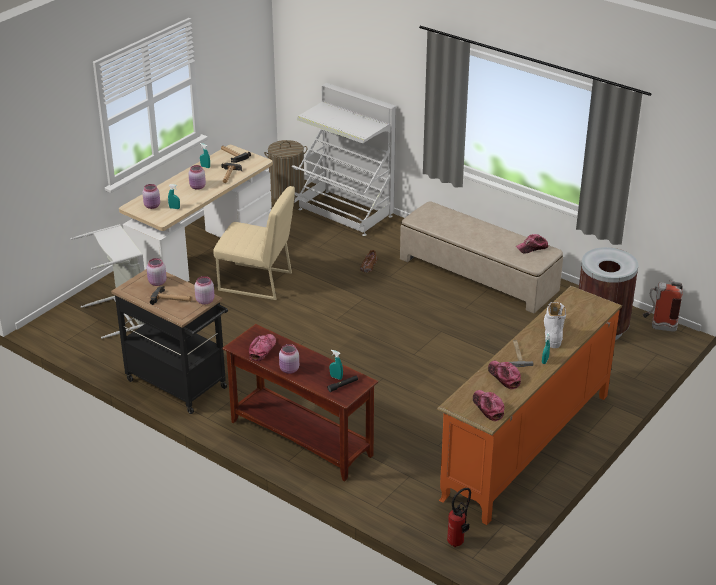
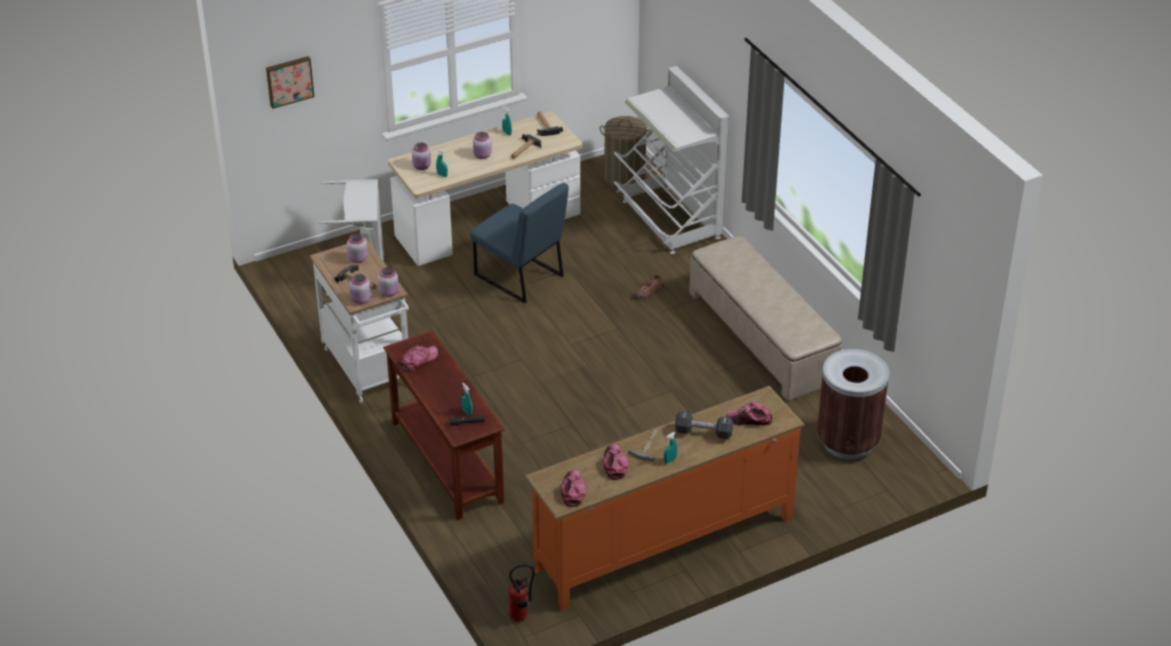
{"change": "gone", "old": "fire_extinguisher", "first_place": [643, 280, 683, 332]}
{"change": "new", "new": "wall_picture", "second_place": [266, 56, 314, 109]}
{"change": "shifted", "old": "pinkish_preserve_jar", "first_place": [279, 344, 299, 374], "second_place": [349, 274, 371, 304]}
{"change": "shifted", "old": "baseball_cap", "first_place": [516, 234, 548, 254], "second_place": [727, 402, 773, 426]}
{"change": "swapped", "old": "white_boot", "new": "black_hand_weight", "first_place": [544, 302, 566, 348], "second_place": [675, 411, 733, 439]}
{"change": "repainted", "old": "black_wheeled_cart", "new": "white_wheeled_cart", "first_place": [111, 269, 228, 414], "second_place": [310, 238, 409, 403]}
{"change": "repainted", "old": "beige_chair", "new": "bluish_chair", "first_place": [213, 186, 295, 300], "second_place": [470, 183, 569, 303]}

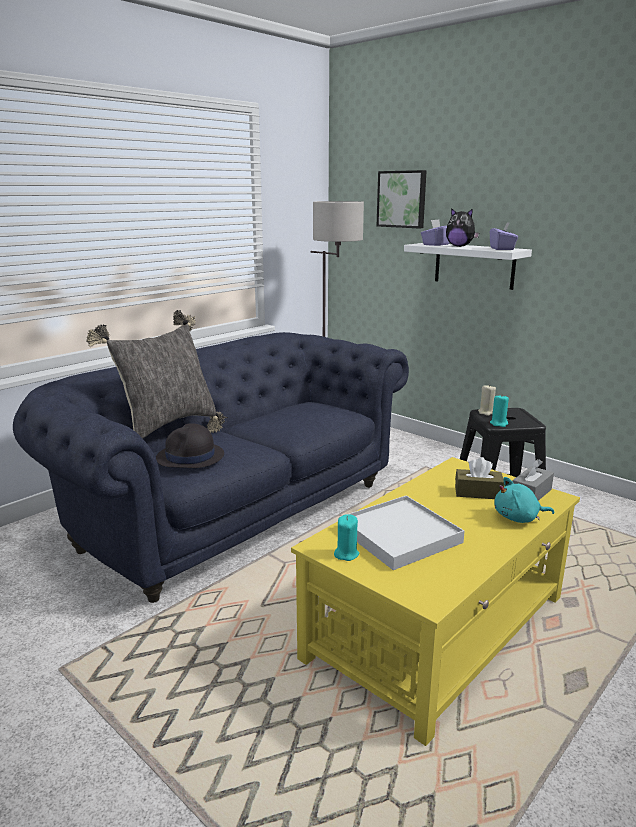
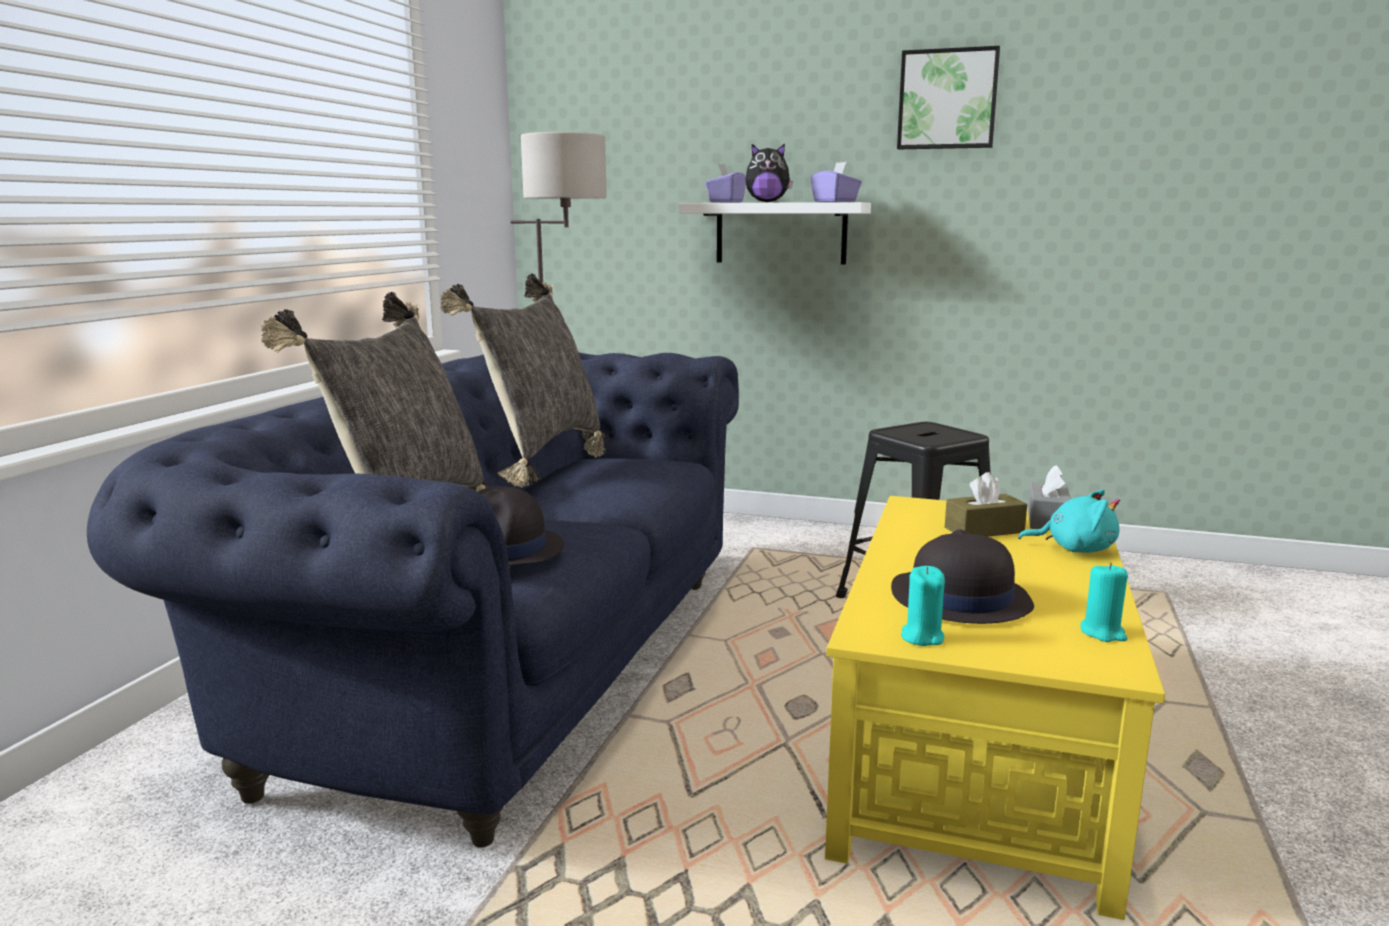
{"change": "gone", "old": "beige_wax_light", "first_place": [478, 384, 496, 416]}
{"change": "new", "new": "throw_pillow", "second_place": [440, 274, 608, 488]}
{"change": "shifted", "old": "wall_picture", "first_place": [377, 170, 427, 229], "second_place": [897, 46, 1000, 149]}
{"change": "shifted", "old": "turquoise_wax_light", "first_place": [490, 395, 509, 427], "second_place": [1080, 563, 1128, 642]}
{"change": "swapped", "old": "white_serving_tray", "new": "black_hat", "first_place": [340, 495, 465, 570], "second_place": [891, 529, 1034, 624]}
{"change": "rotated", "old": "turquoise_soft_toy", "first_place": [494, 477, 554, 523], "second_place": [1018, 490, 1120, 553], "degrees": -135}

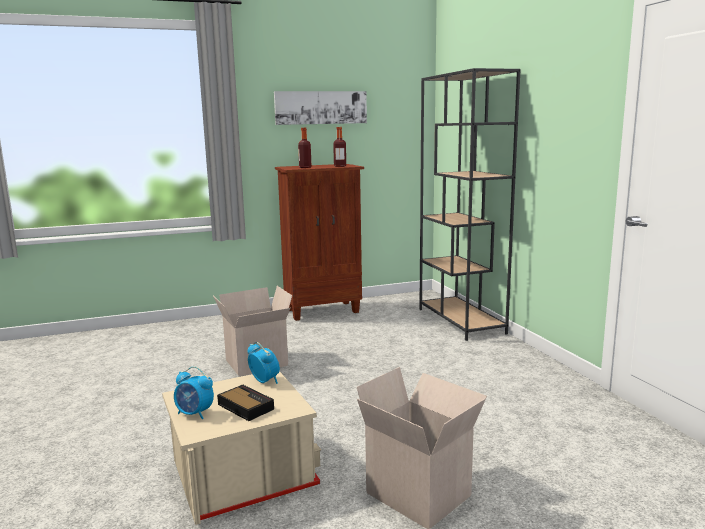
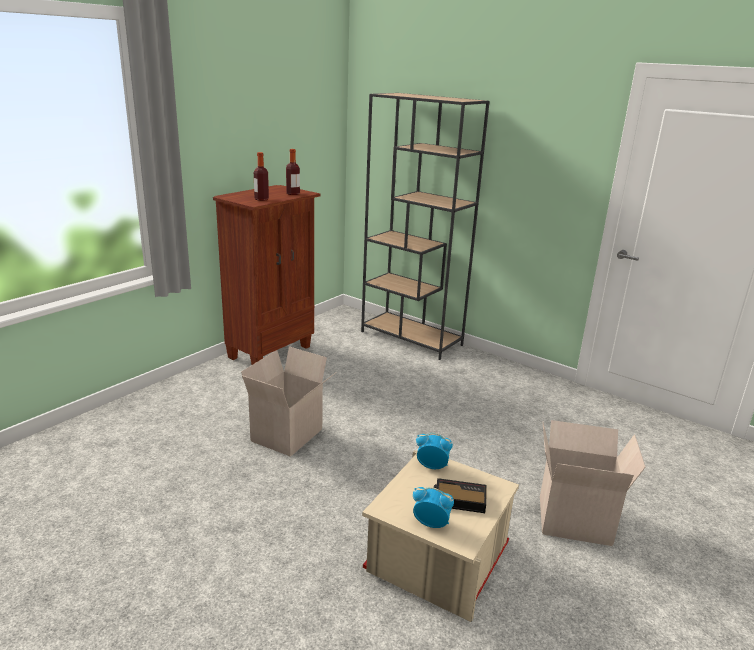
{"change": "gone", "old": "wall_picture", "first_place": [274, 91, 367, 125]}
{"change": "rotated", "old": "alarm_clock", "first_place": [174, 367, 214, 419], "second_place": [413, 487, 454, 528], "degrees": -150}

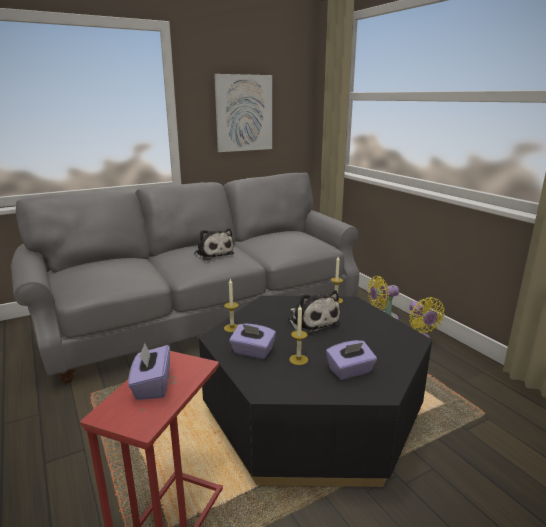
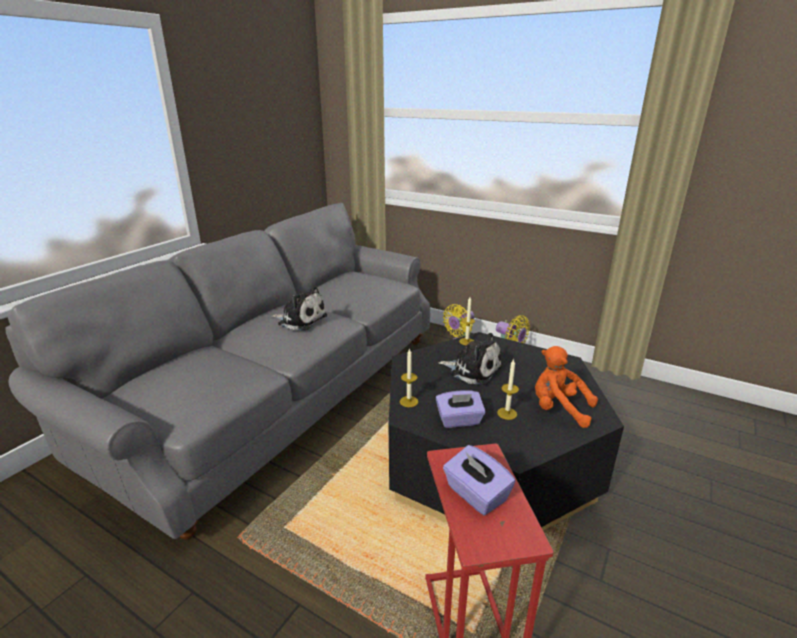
{"change": "gone", "old": "wall_picture", "first_place": [214, 74, 272, 152]}
{"change": "swapped", "old": "purple-coloured_tissue_box", "new": "orange-coloured_soft_toy", "first_place": [326, 340, 377, 380], "second_place": [535, 346, 598, 428]}

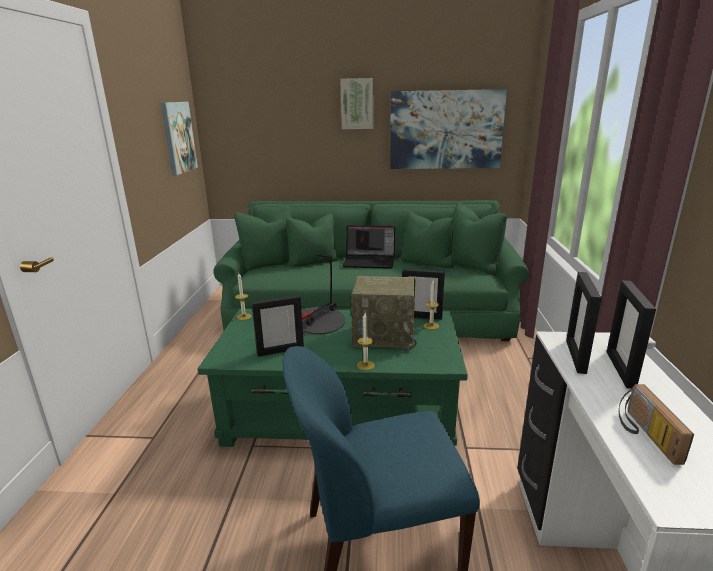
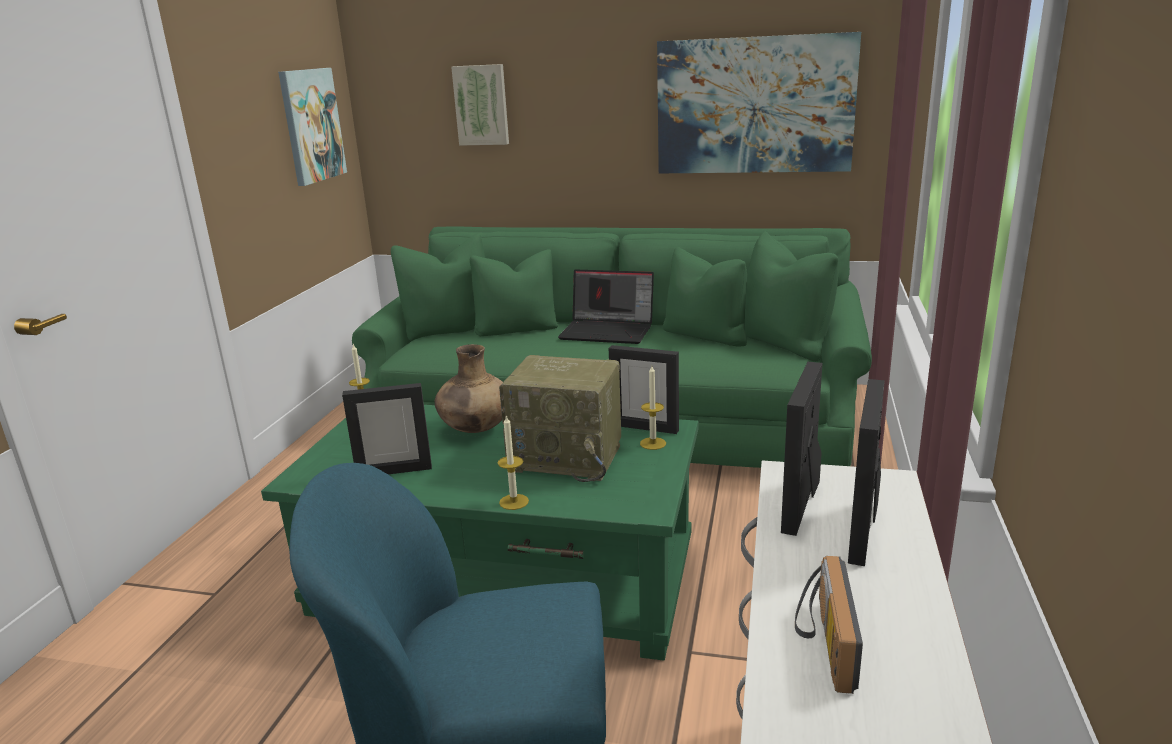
{"change": "shifted", "old": "wall_picture", "first_place": [340, 78, 373, 129], "second_place": [451, 64, 509, 146]}
{"change": "swapped", "old": "table_lamp", "new": "brownish_vase", "first_place": [301, 254, 345, 334], "second_place": [434, 344, 504, 433]}

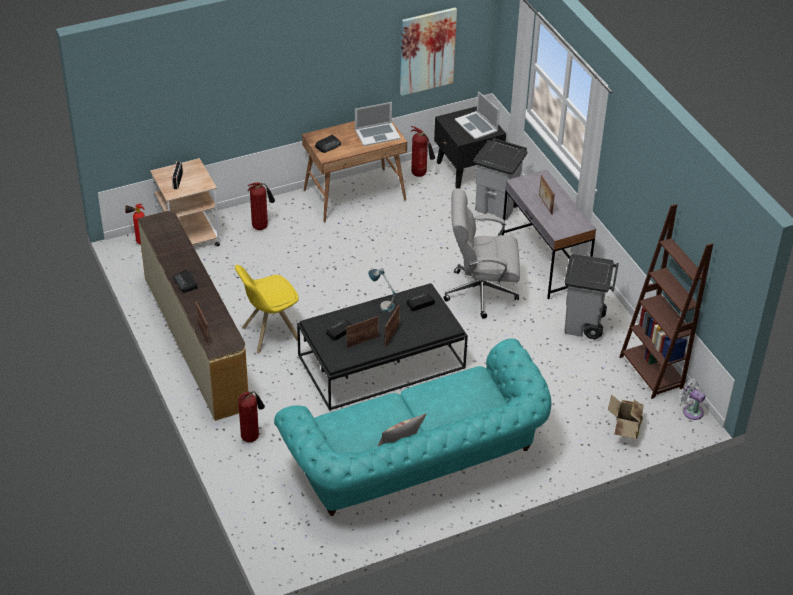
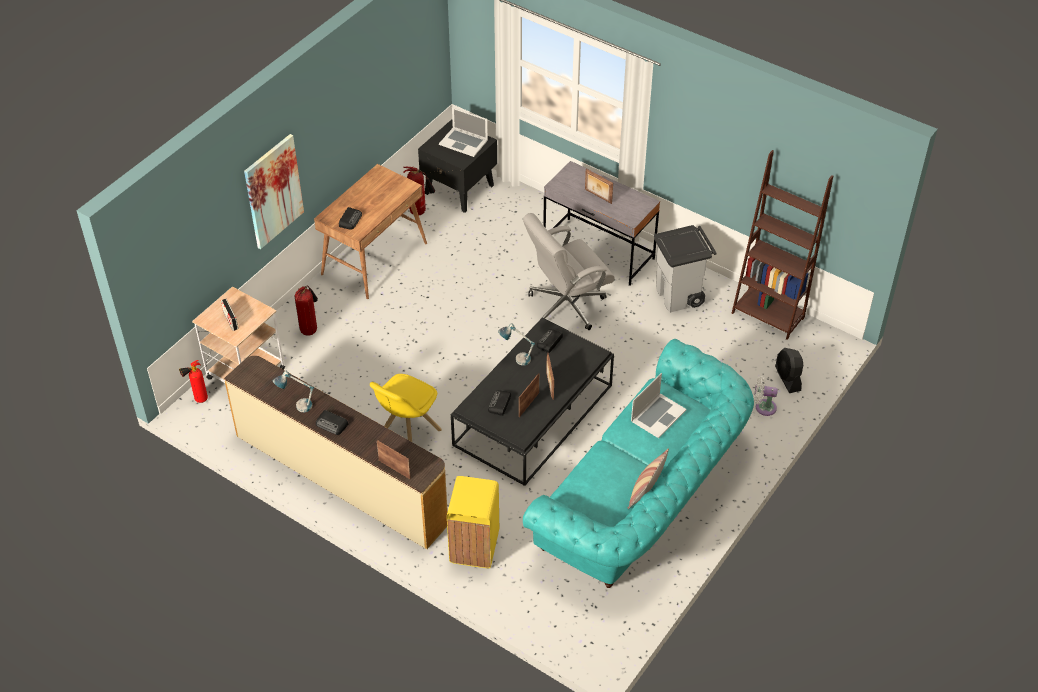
{"change": "gone", "old": "grey_trash_can", "first_place": [473, 138, 527, 220]}
{"change": "new", "new": "table_lamp", "second_place": [273, 371, 314, 412]}
{"change": "shifted", "old": "laptop", "first_place": [355, 102, 401, 146], "second_place": [631, 373, 686, 438]}
{"change": "shifted", "old": "wall_picture", "first_place": [400, 7, 457, 96], "second_place": [244, 134, 304, 249]}
{"change": "shifted", "old": "white_fan", "first_place": [679, 378, 706, 420], "second_place": [754, 376, 778, 416]}
{"change": "swapped", "old": "fire_extinguisher", "new": "yellow-coloured_trash_can", "first_place": [238, 391, 265, 442], "second_place": [447, 476, 499, 568]}
{"change": "swapped", "old": "cardboard_box", "new": "black_fan", "first_place": [608, 394, 644, 439], "second_place": [775, 348, 803, 393]}

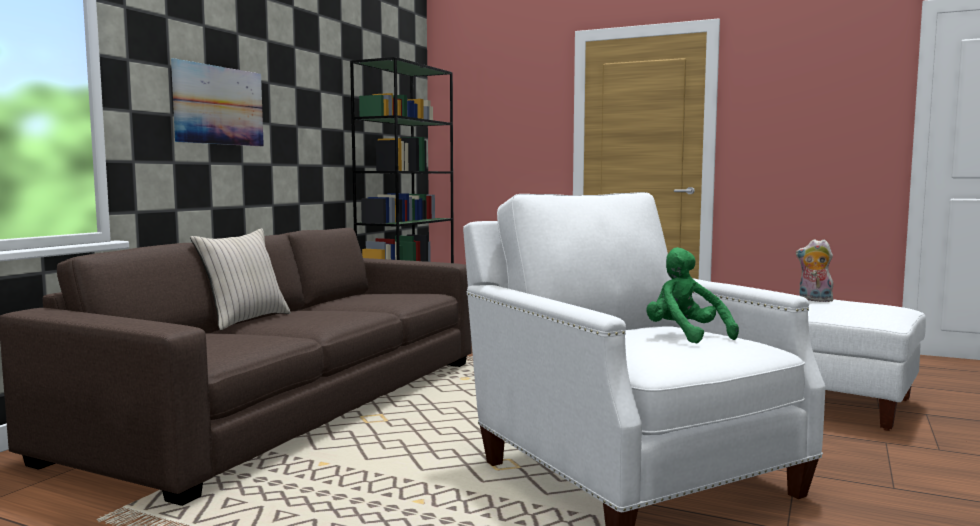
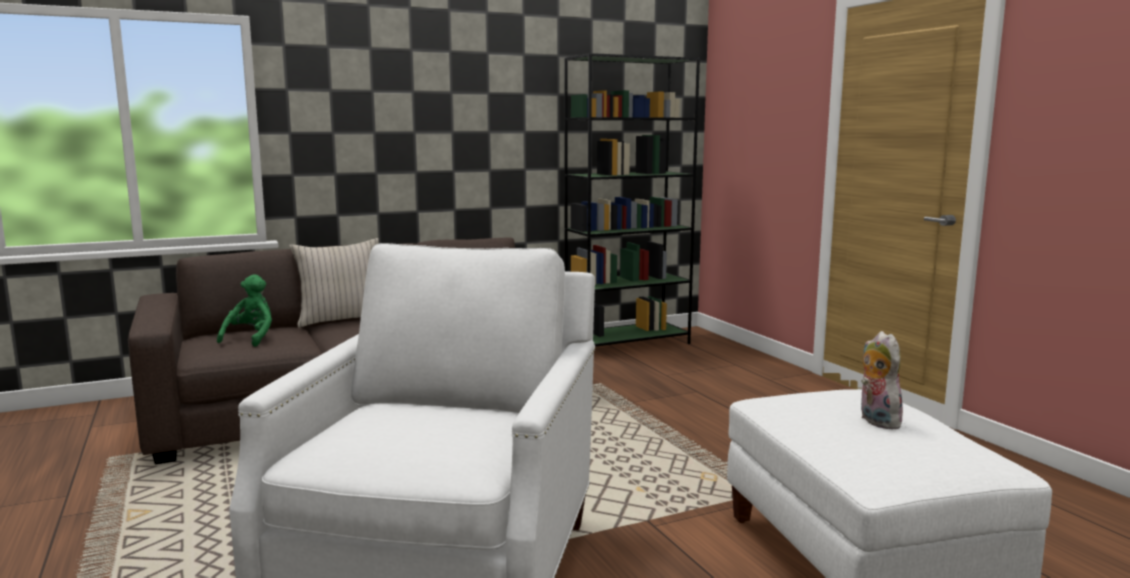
{"change": "gone", "old": "wall_picture", "first_place": [171, 58, 264, 146]}
{"change": "shifted", "old": "green-coloured_soft_toy", "first_place": [647, 247, 739, 344], "second_place": [217, 274, 272, 347]}

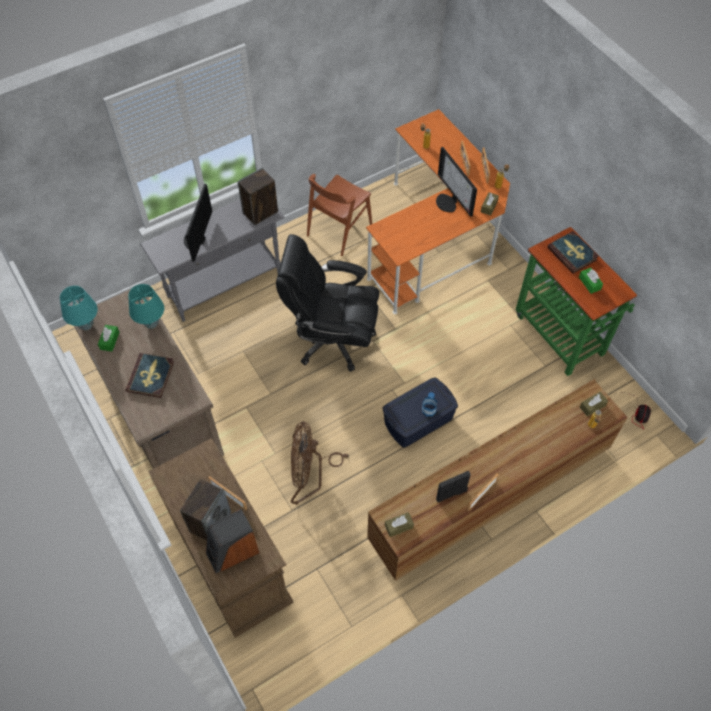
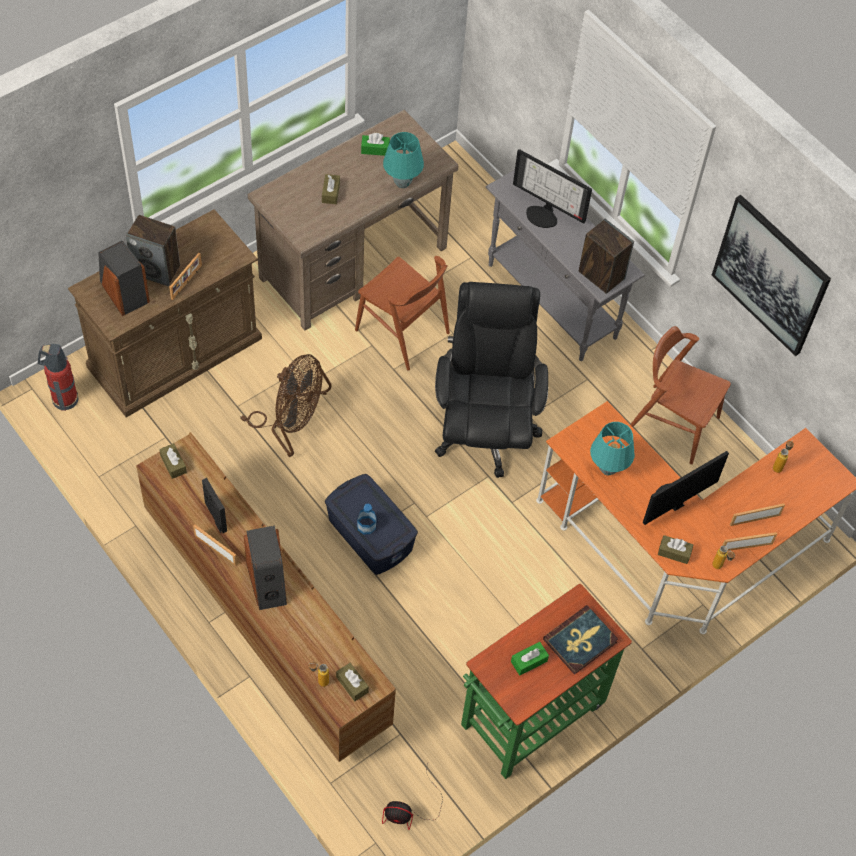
{"change": "new", "new": "fire_extinguisher", "second_place": [38, 344, 79, 411]}
{"change": "new", "new": "audio_speaker", "second_place": [244, 525, 287, 610]}
{"change": "new", "new": "brownish_chair", "second_place": [355, 256, 450, 370]}
{"change": "new", "new": "wall_picture", "second_place": [712, 195, 831, 356]}
{"change": "shifted", "old": "turquoise_table_lamp", "first_place": [60, 286, 98, 330], "second_place": [590, 422, 635, 475]}
{"change": "swapped", "old": "bound_book", "new": "brownish_tissue_box", "first_place": [125, 353, 174, 398], "second_place": [322, 174, 340, 204]}
{"change": "rotated", "old": "computer_screen", "first_place": [184, 184, 212, 262], "second_place": [513, 149, 592, 228], "degrees": -150}
{"change": "rotated", "old": "brownish_fan", "first_place": [291, 421, 348, 505], "second_place": [240, 354, 332, 457], "degrees": 120}

